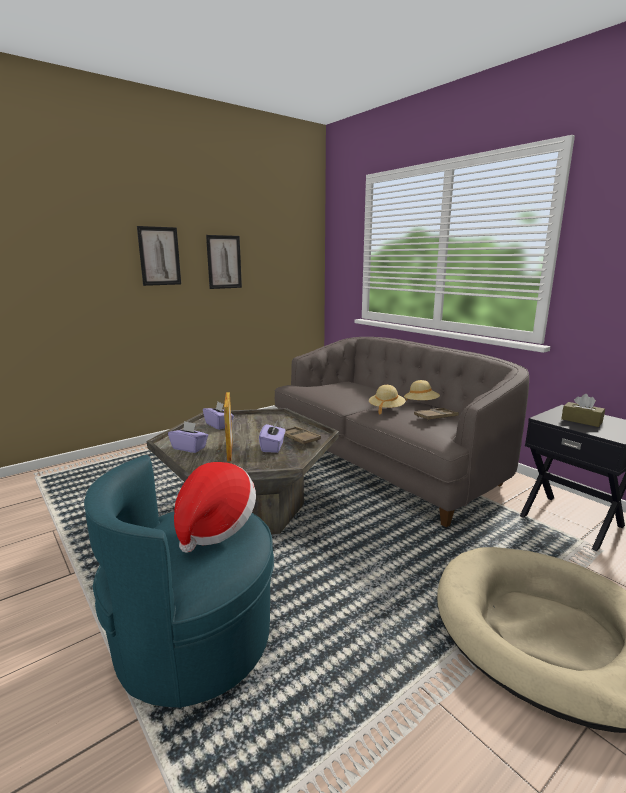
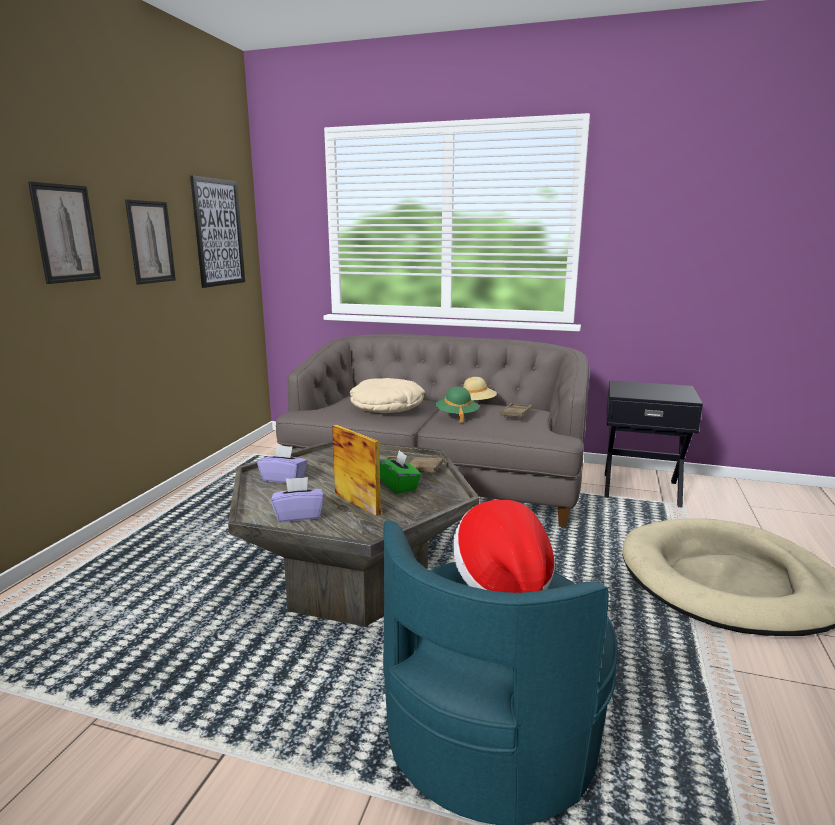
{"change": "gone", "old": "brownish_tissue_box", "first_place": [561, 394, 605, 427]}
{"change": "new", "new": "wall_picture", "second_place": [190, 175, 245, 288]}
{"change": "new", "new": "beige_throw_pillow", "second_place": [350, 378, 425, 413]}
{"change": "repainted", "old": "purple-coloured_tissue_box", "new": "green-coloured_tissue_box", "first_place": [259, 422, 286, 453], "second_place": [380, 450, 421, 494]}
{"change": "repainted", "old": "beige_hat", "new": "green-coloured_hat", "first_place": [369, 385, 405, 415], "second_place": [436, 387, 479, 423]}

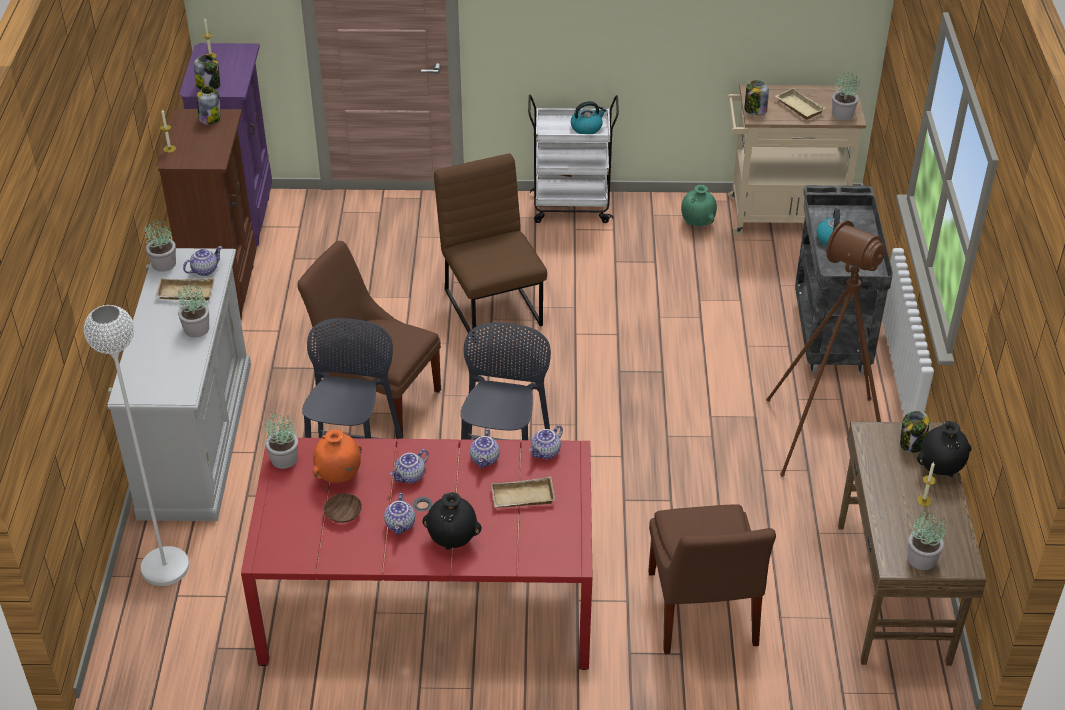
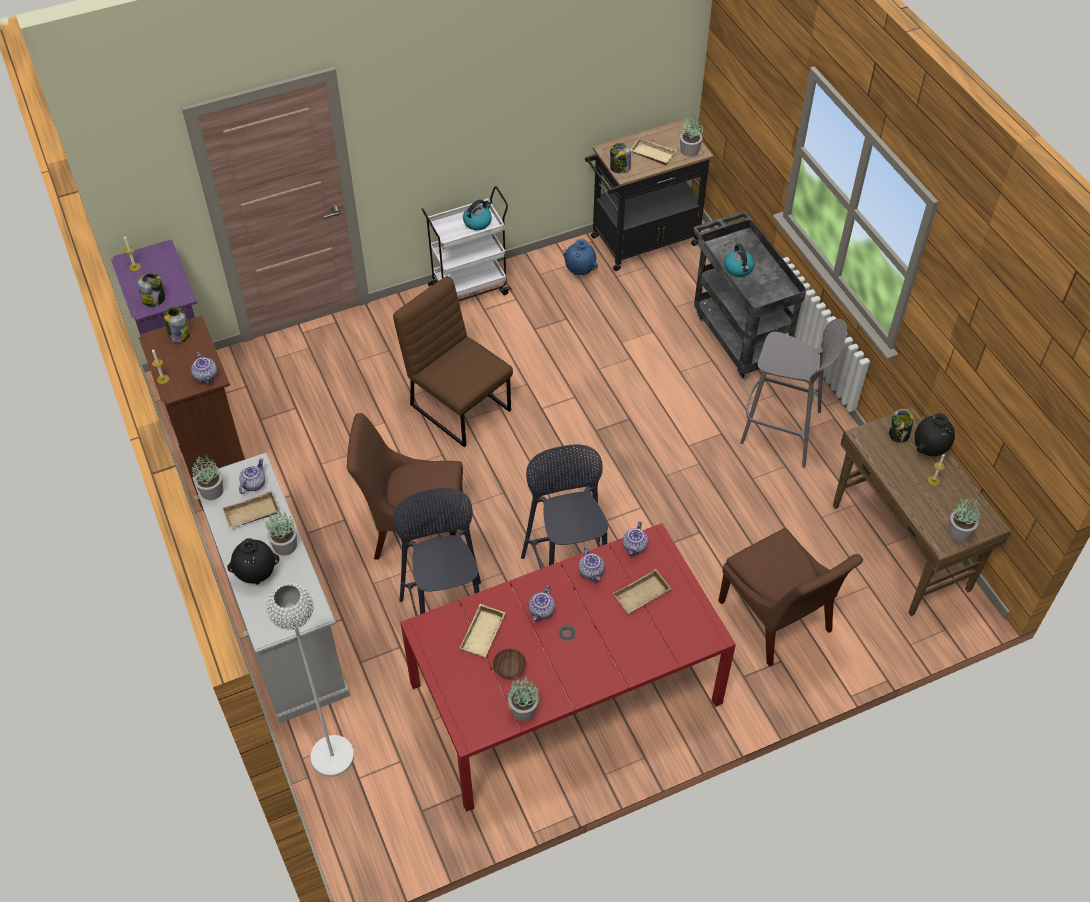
{"change": "shifted", "old": "potted_plant", "first_place": [264, 412, 298, 469], "second_place": [508, 675, 539, 721]}
{"change": "shifted", "old": "teapot", "first_place": [384, 493, 415, 535], "second_place": [191, 352, 217, 384]}
{"change": "shifted", "old": "black_vase", "first_place": [422, 492, 482, 550], "second_place": [227, 538, 279, 585]}
{"change": "swapped", "old": "orange-coloured_vase", "new": "beige_serving_tray", "first_place": [313, 429, 362, 483], "second_place": [460, 604, 506, 657]}
{"change": "swapped", "old": "brownish_floor_lamp", "new": "grey_stool_seat", "first_place": [766, 220, 886, 477], "second_place": [740, 319, 847, 468]}
{"change": "repainted", "old": "green-coloured_vase", "new": "bluish_vase", "first_place": [681, 185, 717, 226], "second_place": [563, 239, 598, 275]}
{"change": "repainted", "old": "beige_wheeled_cart", "new": "black_wheeled_cart", "first_place": [727, 85, 866, 235], "second_place": [585, 119, 713, 271]}

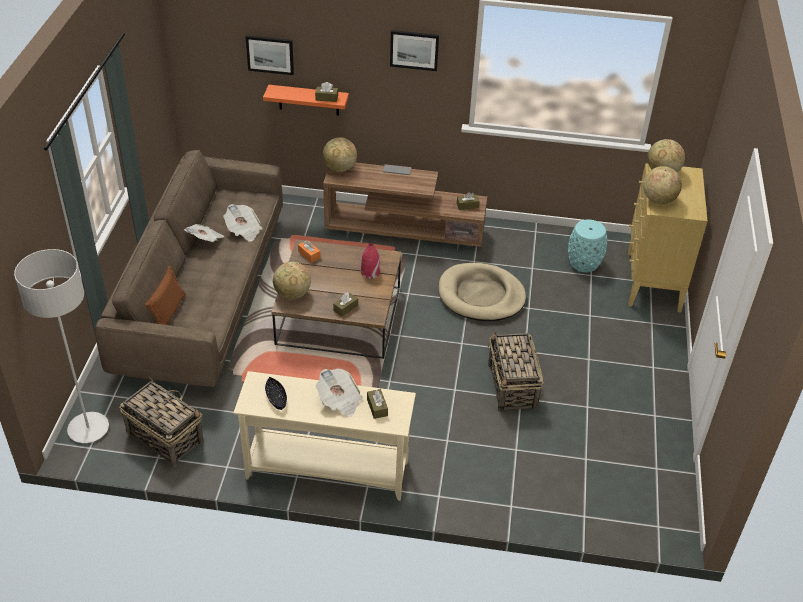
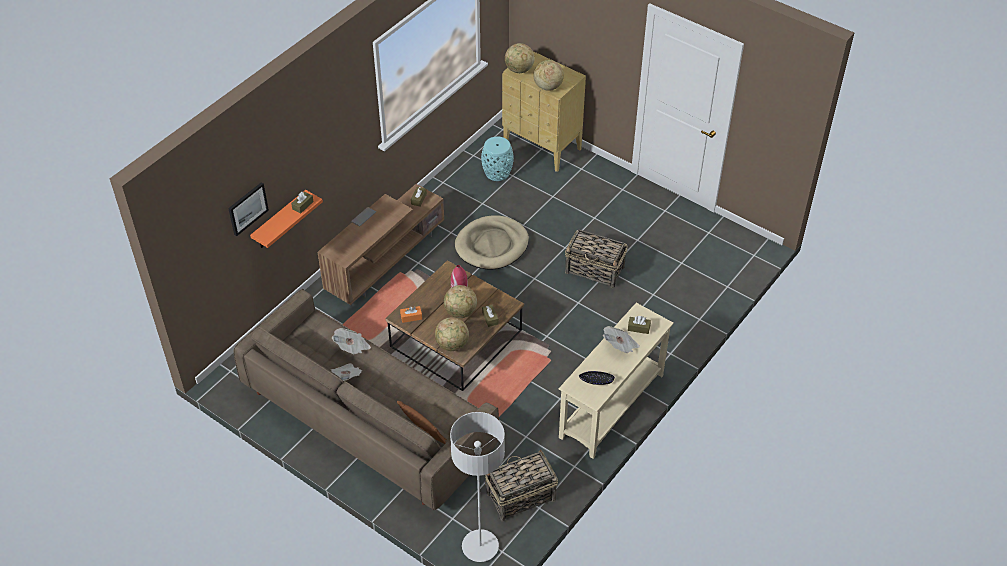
{"change": "gone", "old": "wall_picture", "first_place": [390, 30, 439, 71]}
{"change": "shifted", "old": "globe", "first_place": [323, 137, 357, 172], "second_place": [444, 285, 477, 318]}

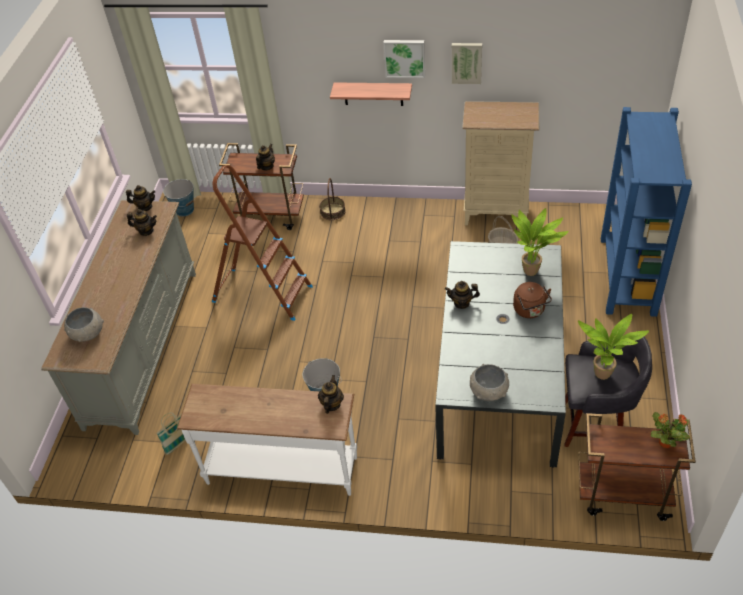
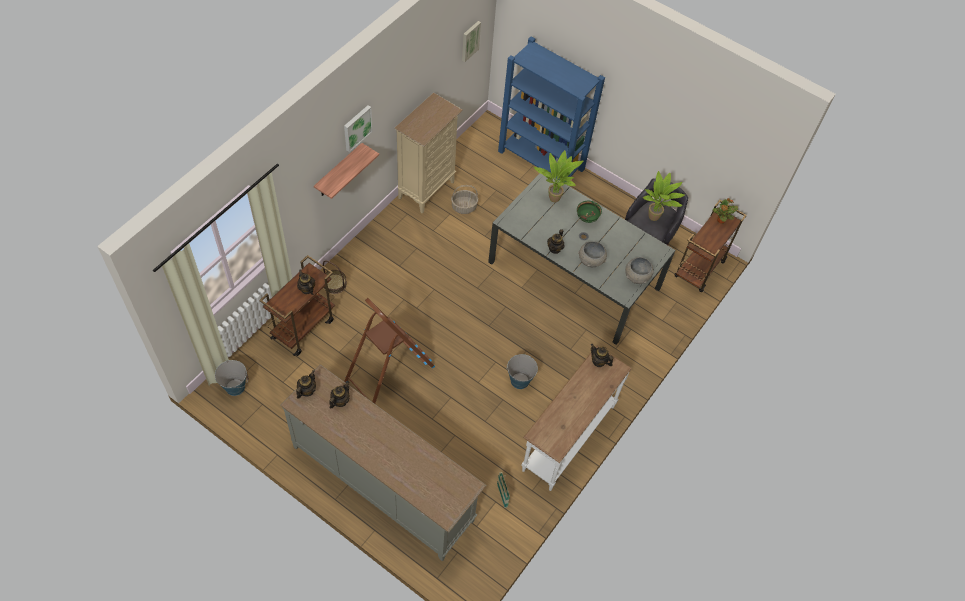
{"change": "shifted", "old": "grey_deep_dish", "first_place": [64, 307, 104, 342], "second_place": [578, 241, 607, 267]}
{"change": "shifted", "old": "wall_picture", "first_place": [452, 43, 482, 84], "second_place": [462, 21, 481, 62]}
{"change": "swapped", "old": "brownish_water_kettle", "new": "green-coloured_deep_dish", "first_place": [513, 282, 552, 318], "second_place": [577, 201, 602, 223]}

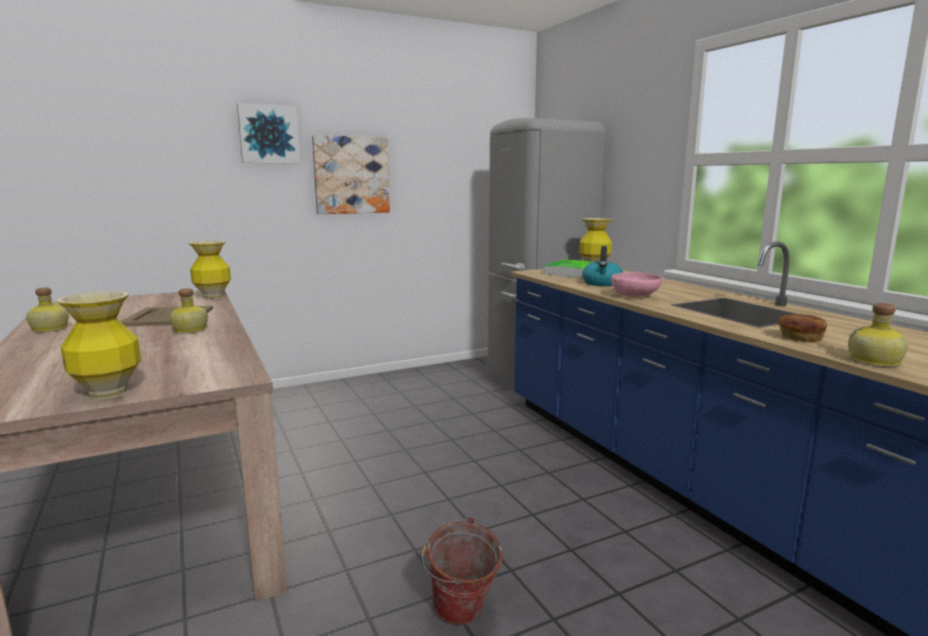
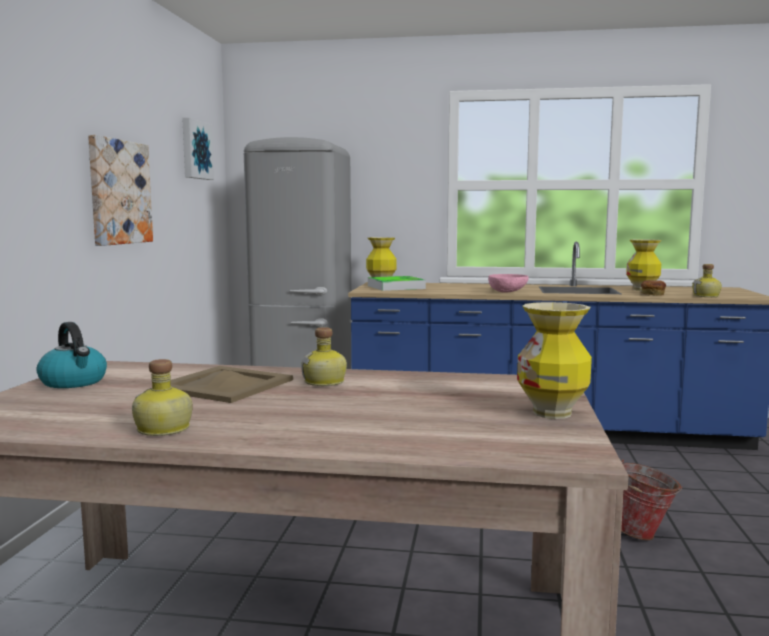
{"change": "shifted", "old": "vase", "first_place": [189, 241, 231, 299], "second_place": [626, 239, 662, 291]}
{"change": "shifted", "old": "wall_picture", "first_place": [237, 103, 300, 164], "second_place": [182, 118, 214, 180]}
{"change": "shifted", "old": "water_kettle", "first_place": [582, 246, 623, 286], "second_place": [37, 322, 107, 388]}

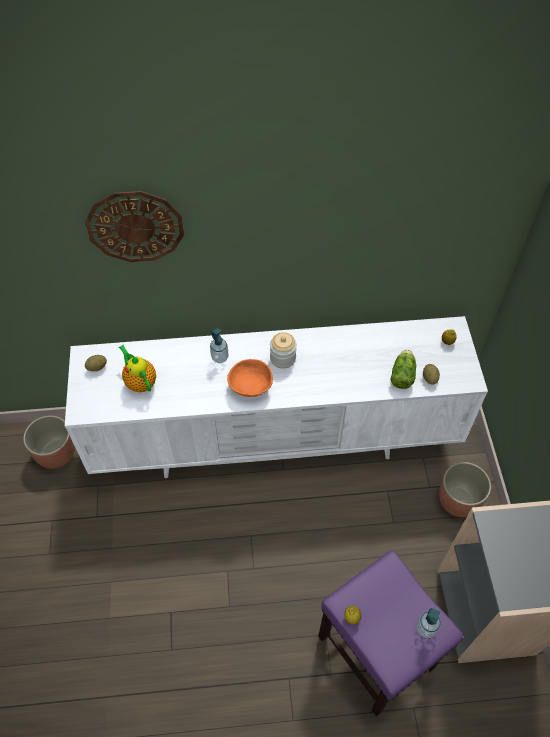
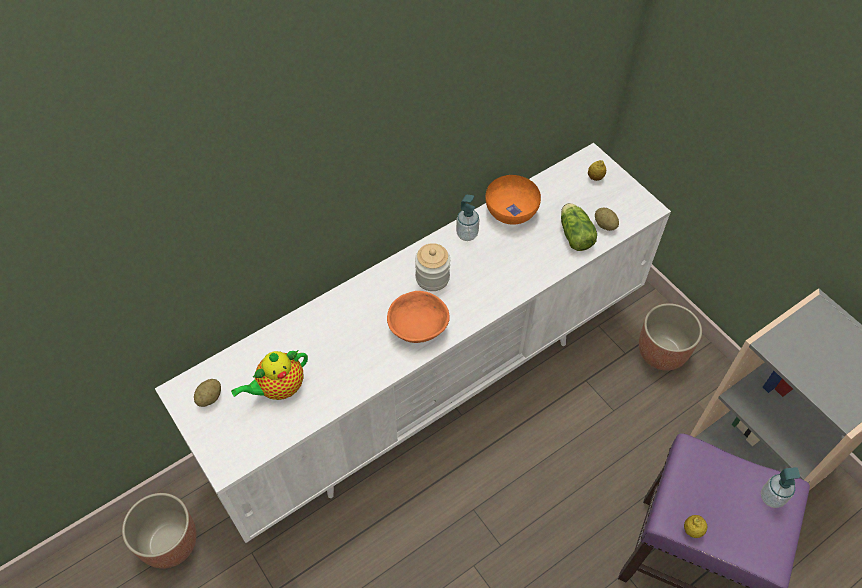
{"change": "gone", "old": "hanging_clock", "first_place": [85, 191, 184, 262]}
{"change": "new", "new": "orange-coloured_deep_dish", "second_place": [485, 175, 541, 225]}
{"change": "shifted", "old": "soap_bottle", "first_place": [210, 328, 228, 363], "second_place": [456, 195, 480, 241]}
{"change": "rotated", "old": "teapot", "first_place": [119, 345, 156, 392], "second_place": [231, 350, 308, 400], "degrees": -60}

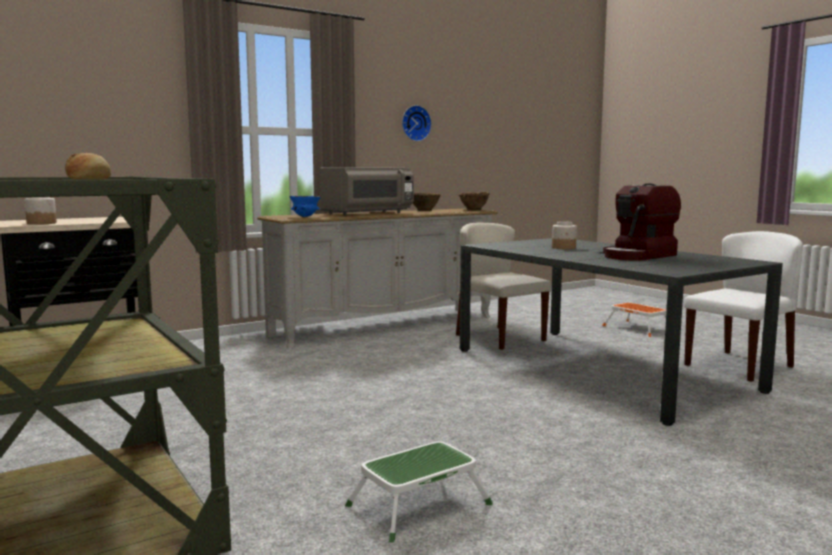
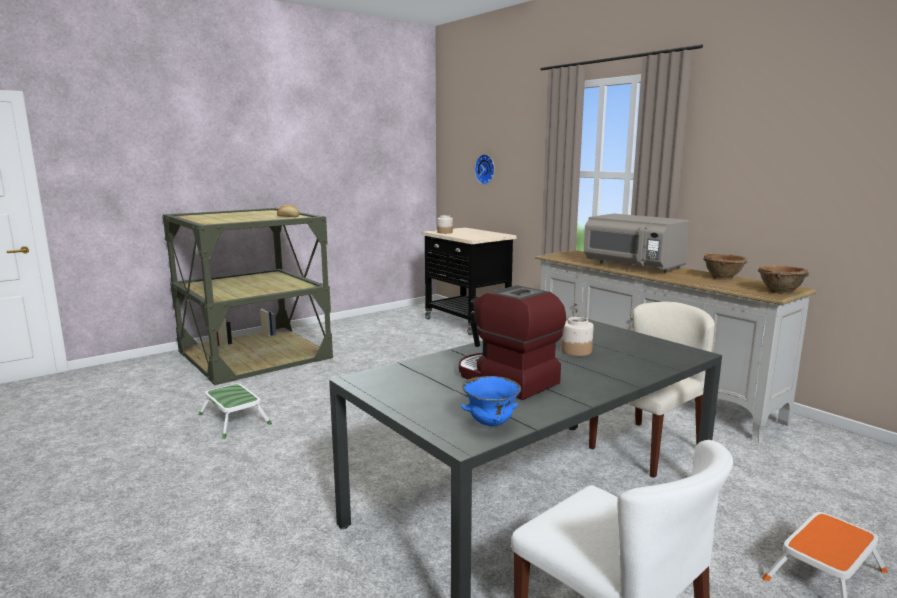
{"change": "shifted", "old": "bluish_deep_dish", "first_place": [289, 196, 321, 217], "second_place": [461, 376, 521, 427]}
{"change": "shifted", "old": "hanging_clock", "first_place": [402, 105, 432, 141], "second_place": [475, 154, 495, 185]}

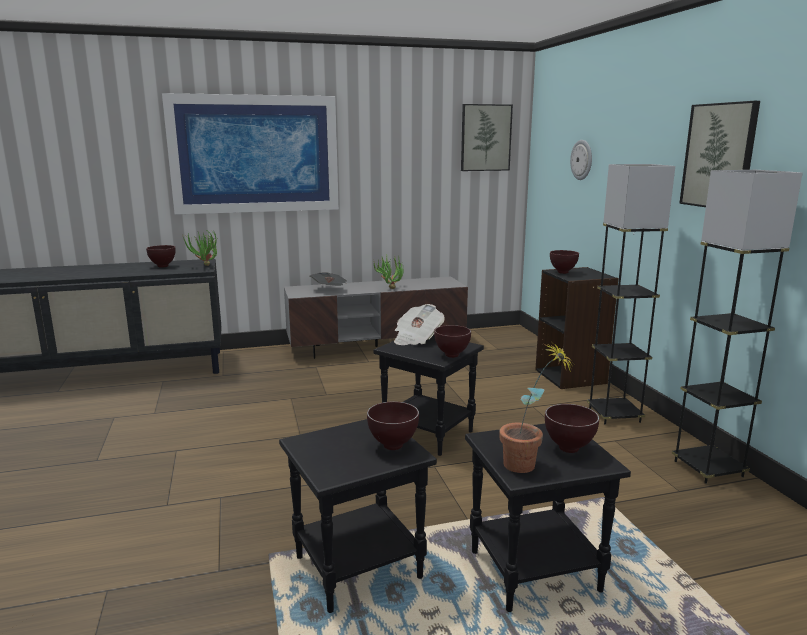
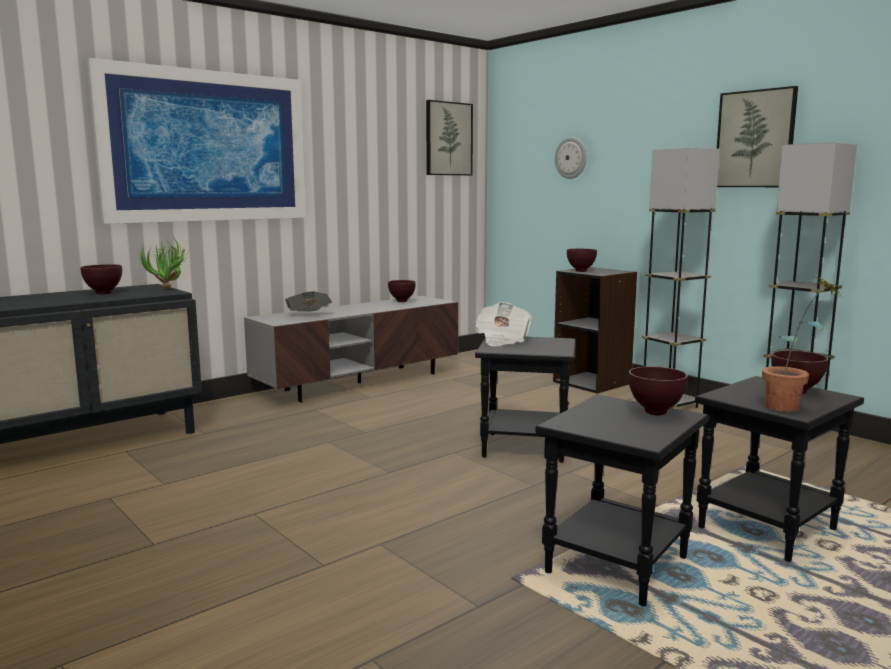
{"change": "gone", "old": "potted_plant", "first_place": [373, 256, 403, 289]}
{"change": "shifted", "old": "brownish_deep_dish", "first_place": [434, 325, 471, 358], "second_place": [388, 280, 416, 302]}

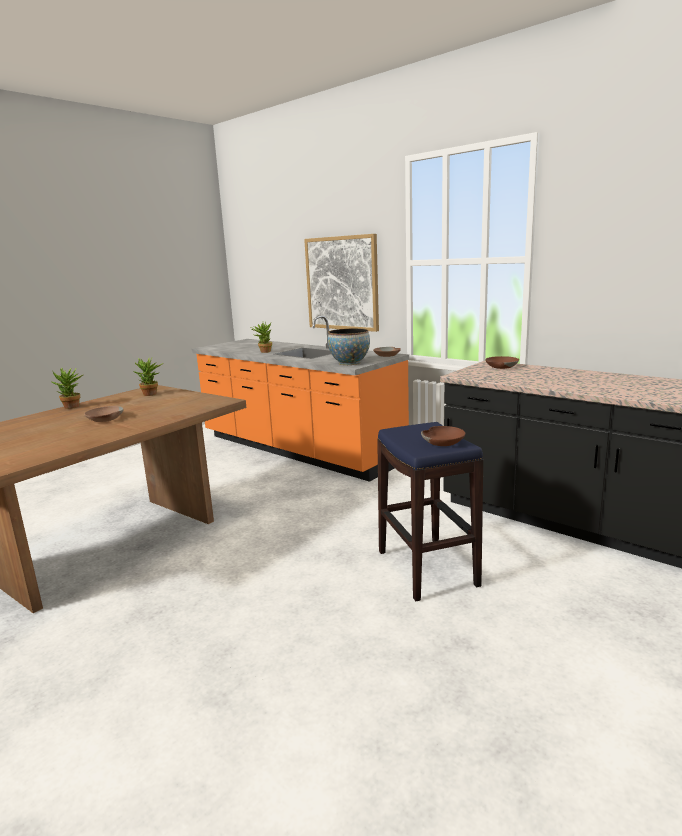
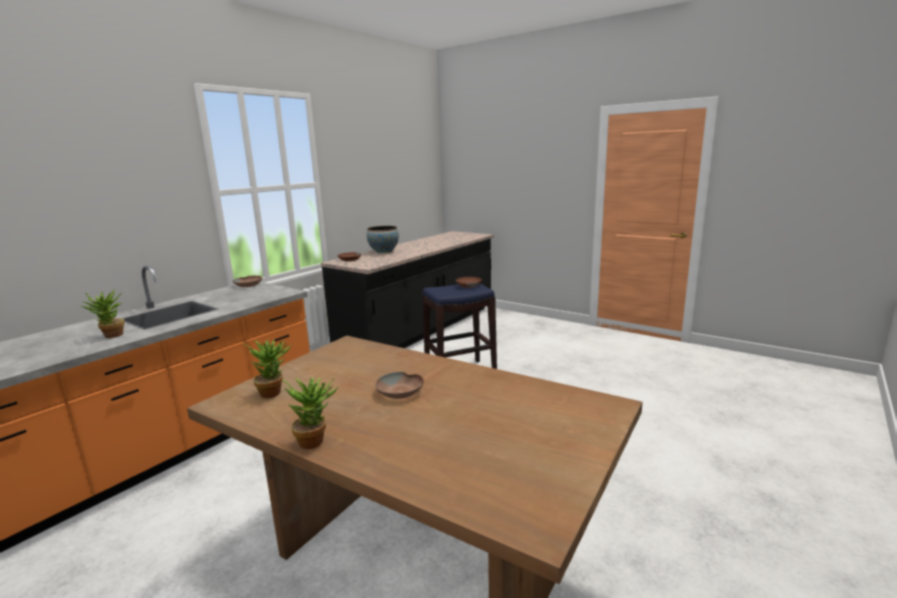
{"change": "gone", "old": "wall_picture", "first_place": [304, 234, 379, 332]}
{"change": "shifted", "old": "deep_dish", "first_place": [328, 328, 370, 365], "second_place": [367, 226, 399, 254]}

